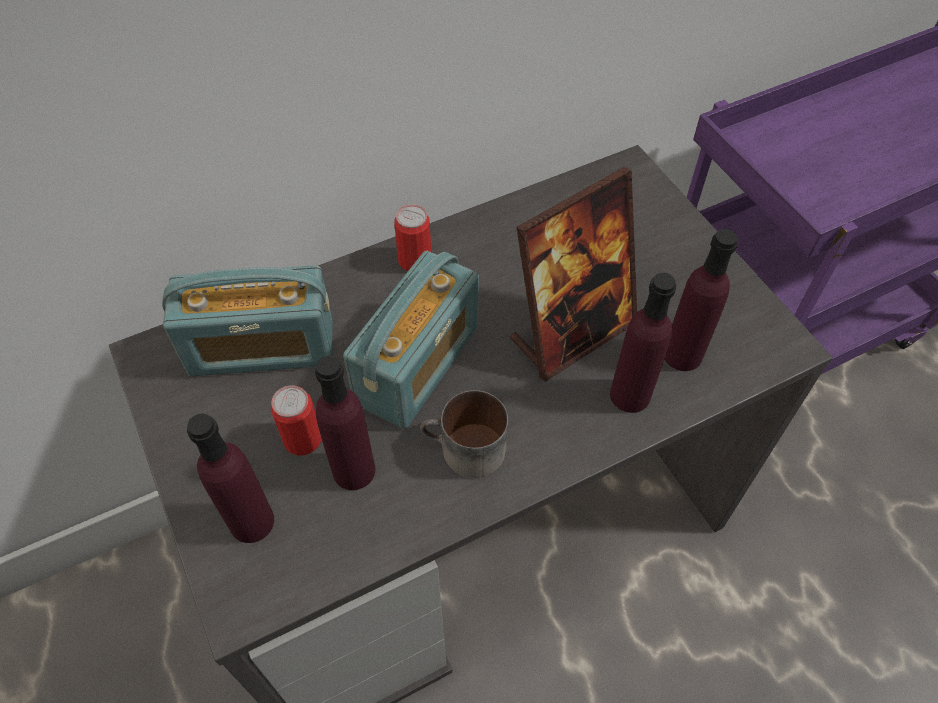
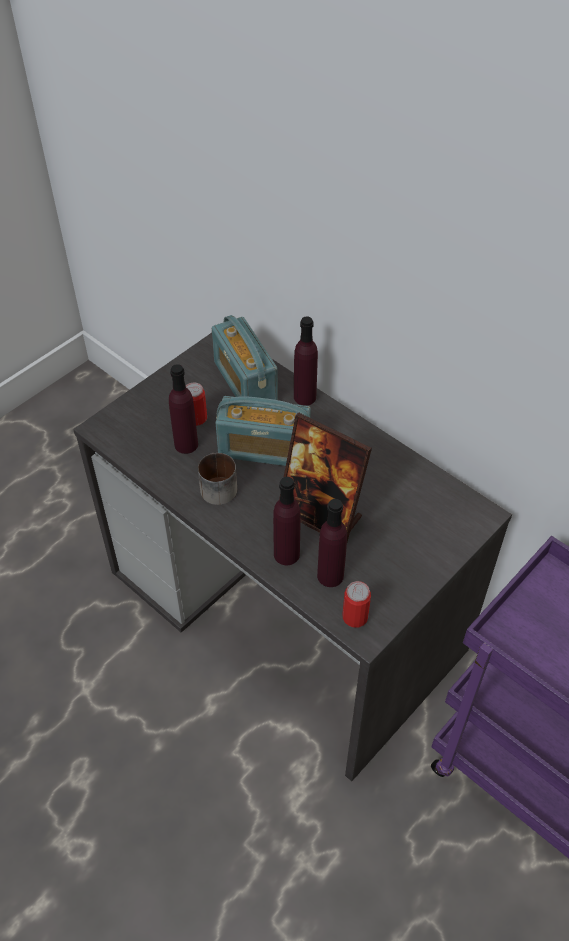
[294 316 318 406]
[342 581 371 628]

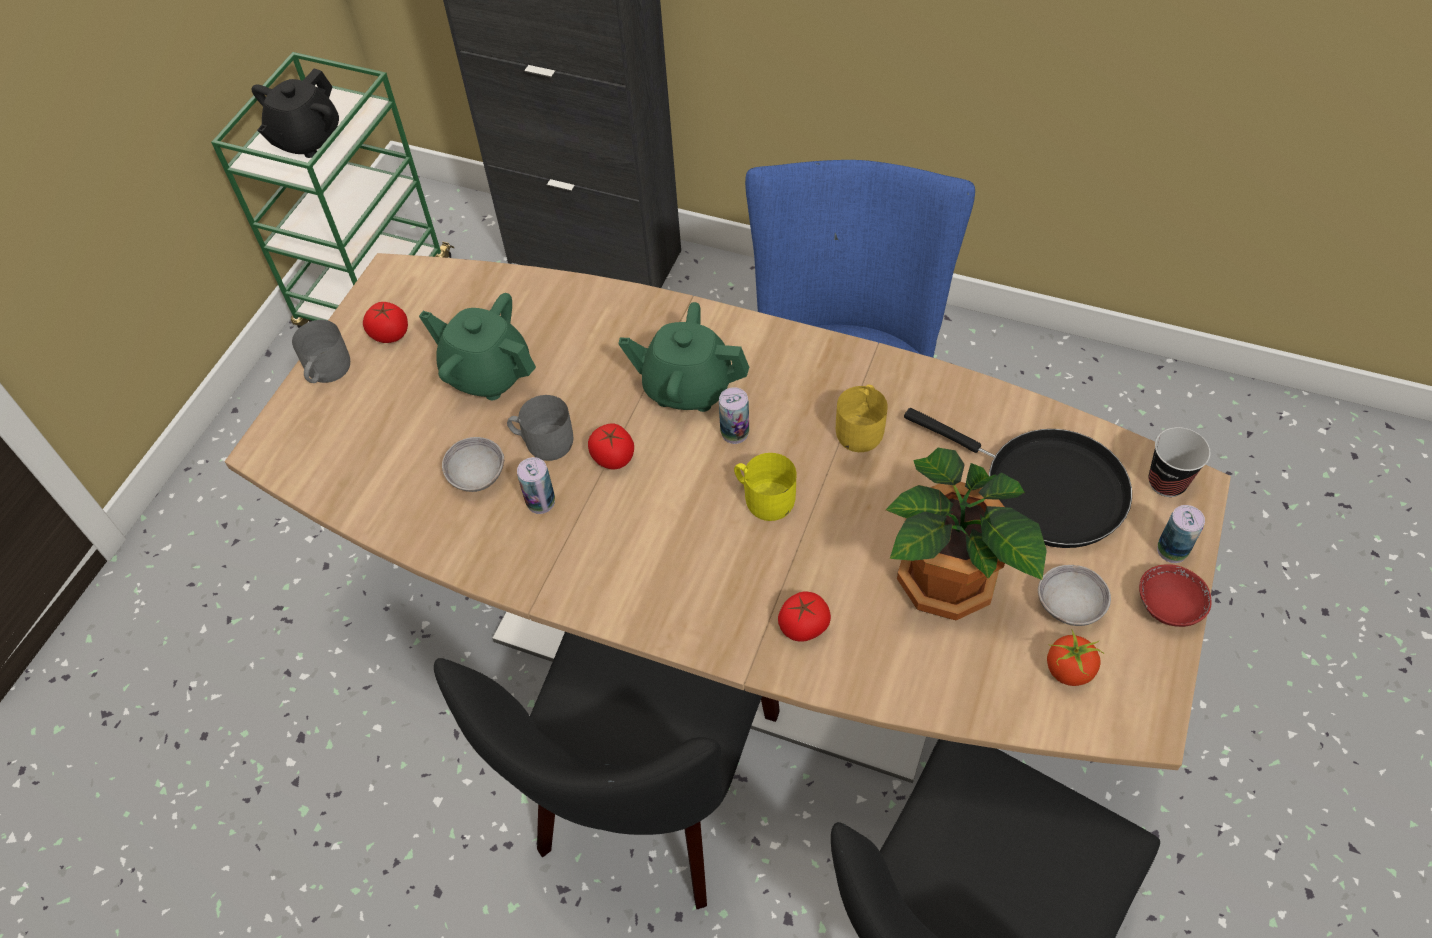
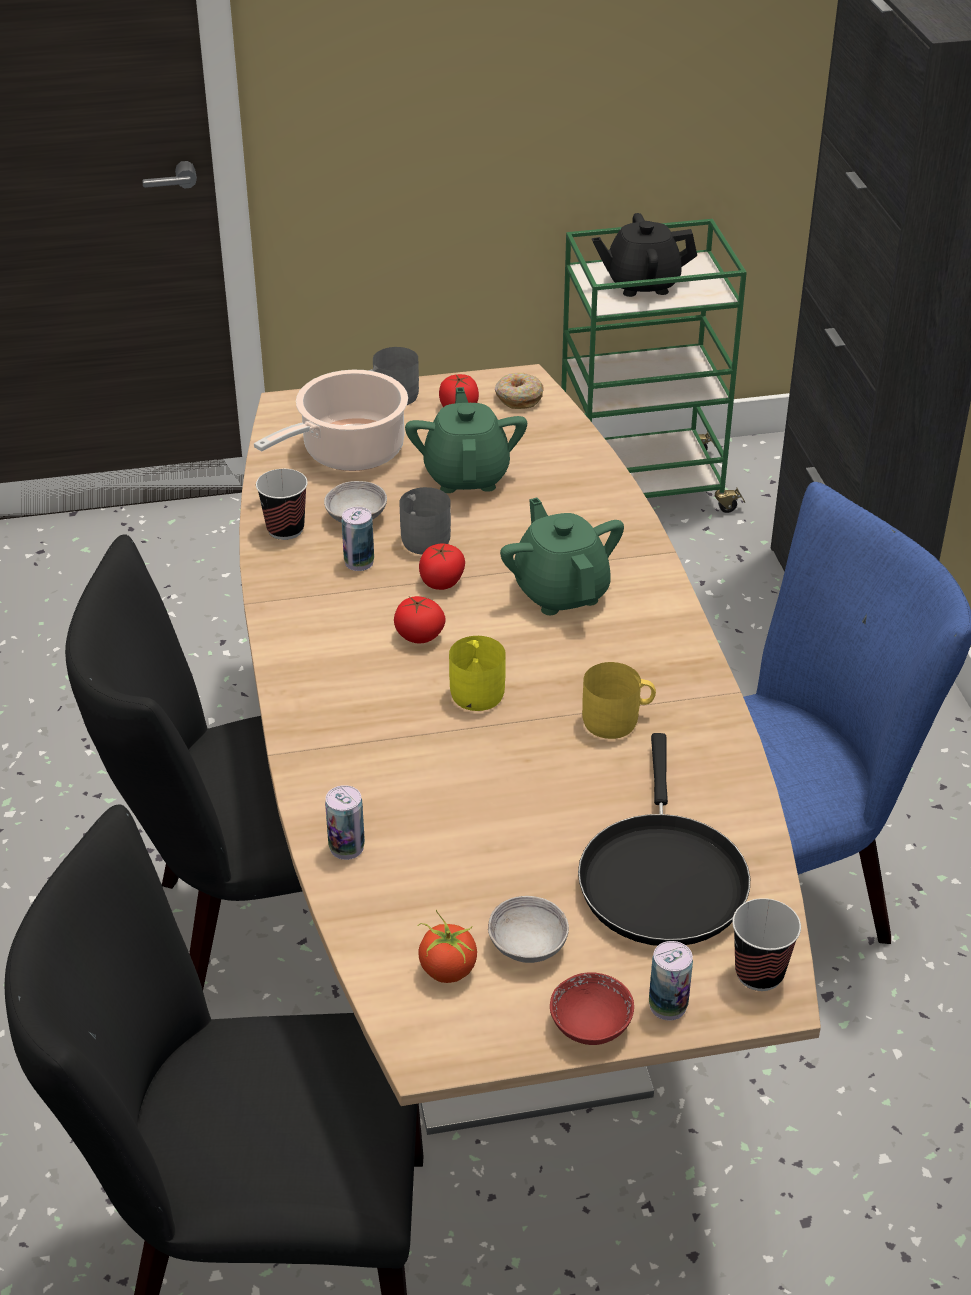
[325 785 365 860]
[394 596 446 643]
[886 448 1047 620] (first image)
[254 370 408 471]
[256 469 308 540]
[495 373 544 409]

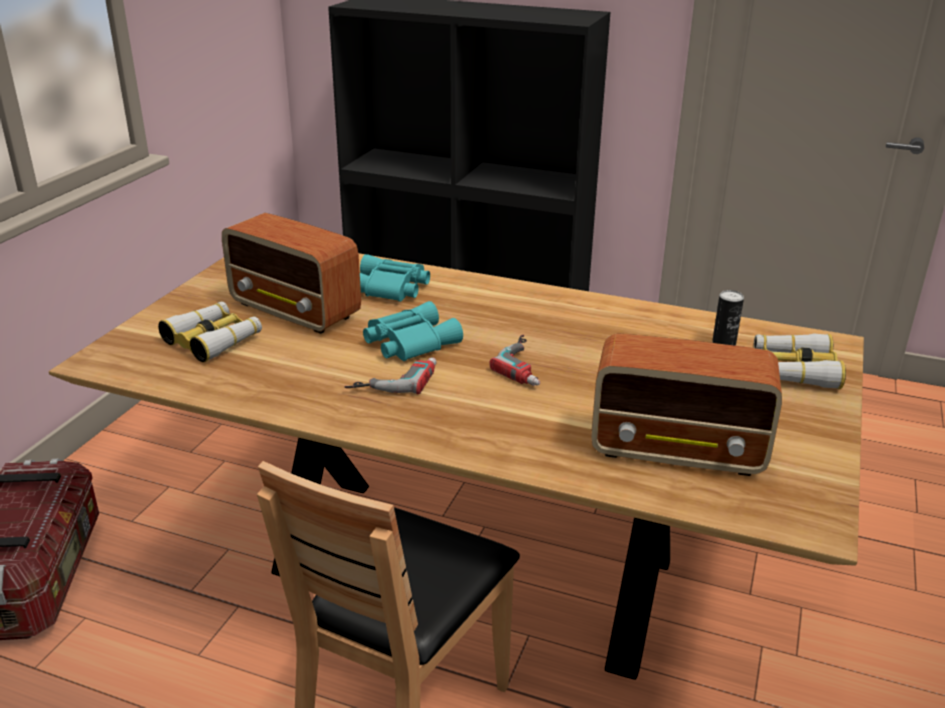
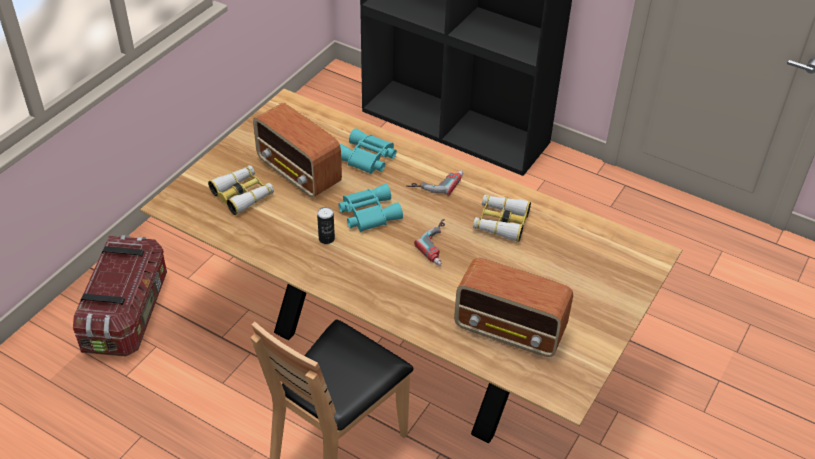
[406 170 463 196]
[317 207 335 244]
[473 194 531 242]

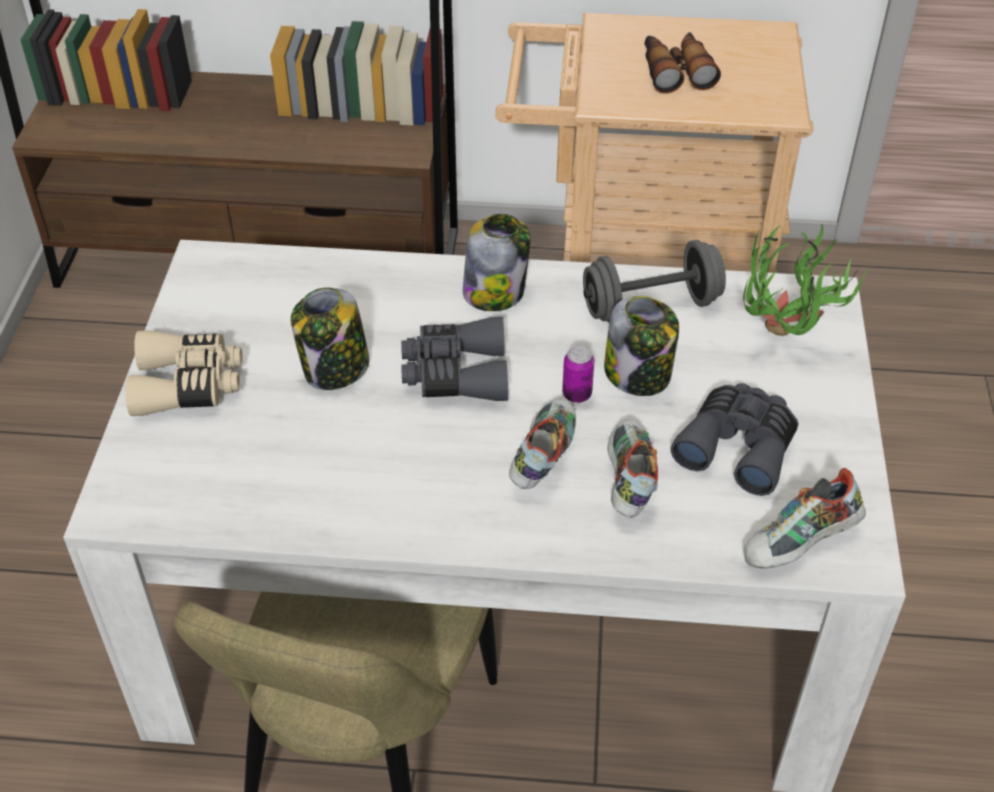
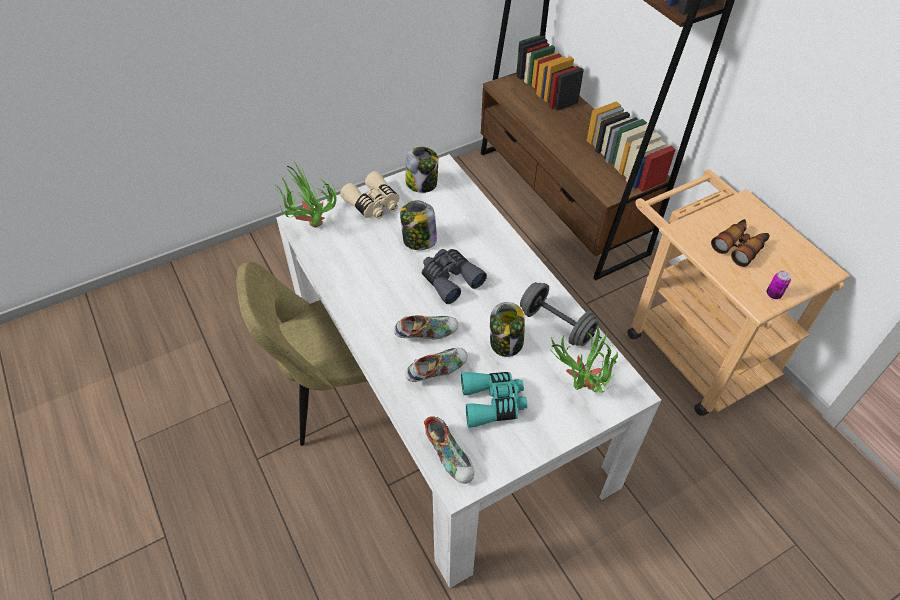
[406 146 438 193]
[767 271 791 299]
[461 372 527 428]
[424 416 474 484]
[274 163 337 228]

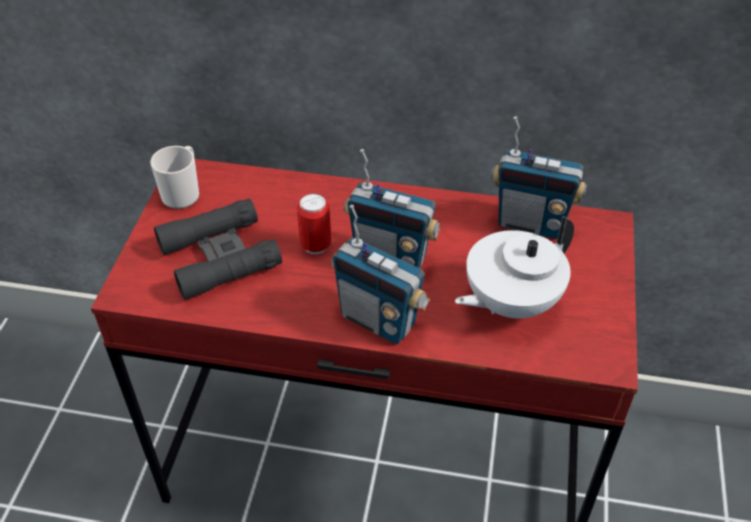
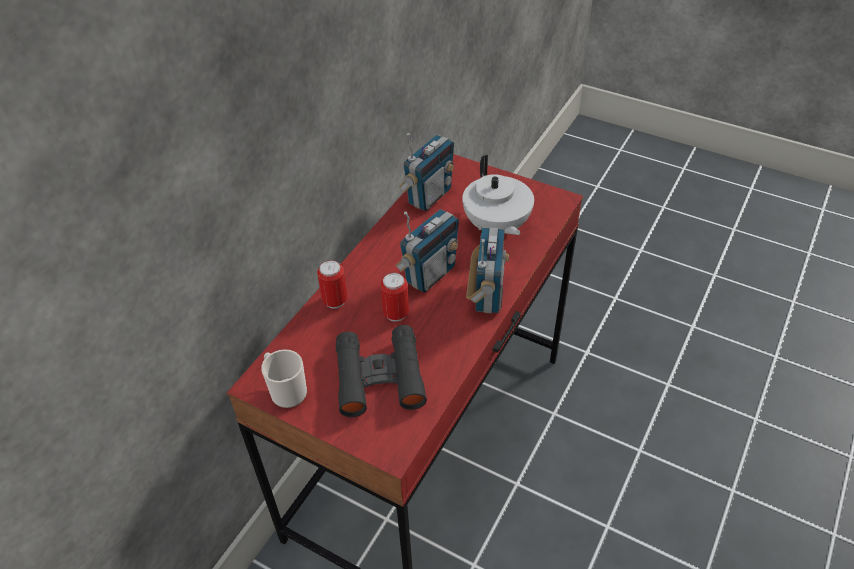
[466 227 509 313]
[317 260 347 309]

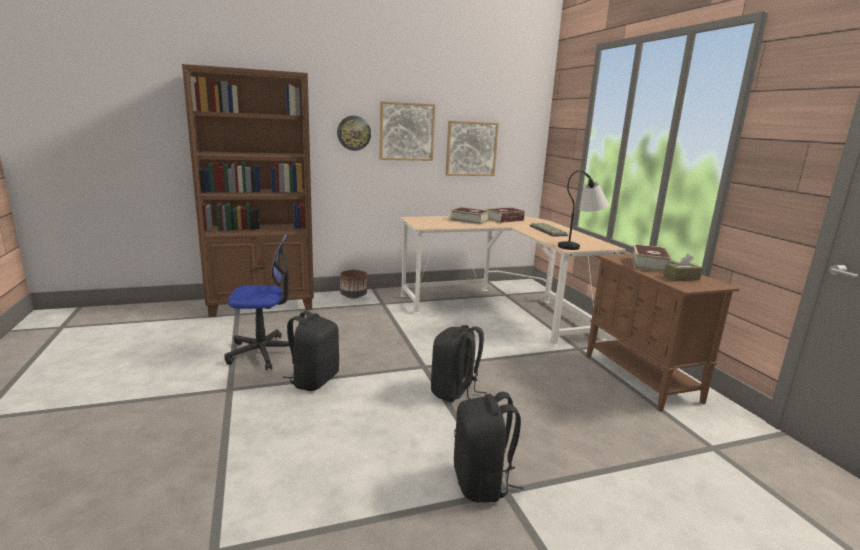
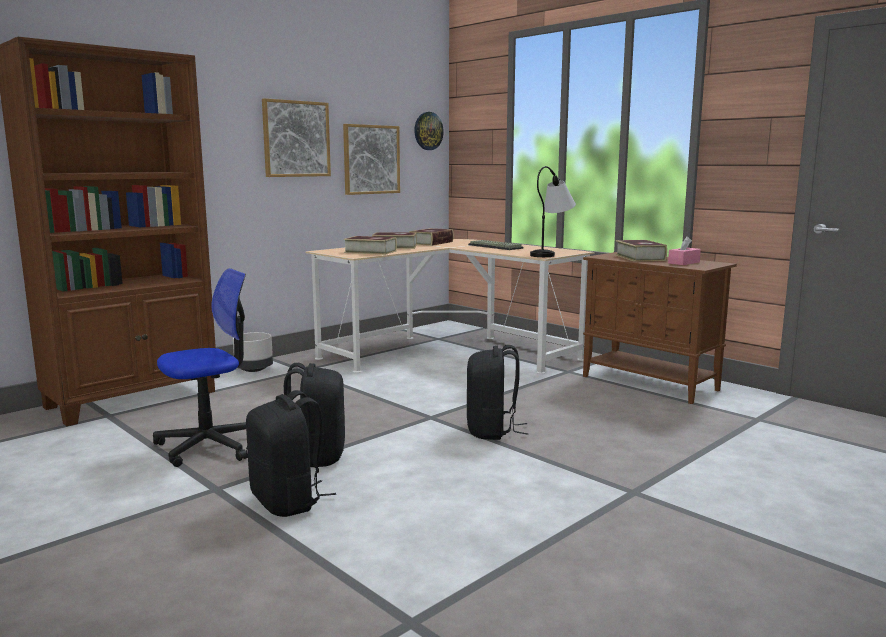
[414 112 444 150]
[233 332 273 372]
[246 390 336 517]
[668 236 701 265]
[344 236 397 255]

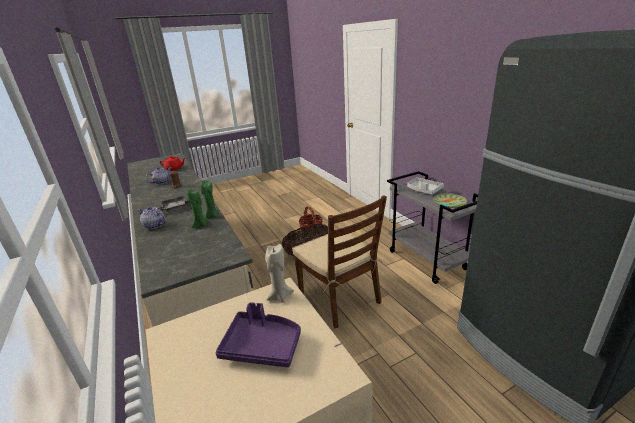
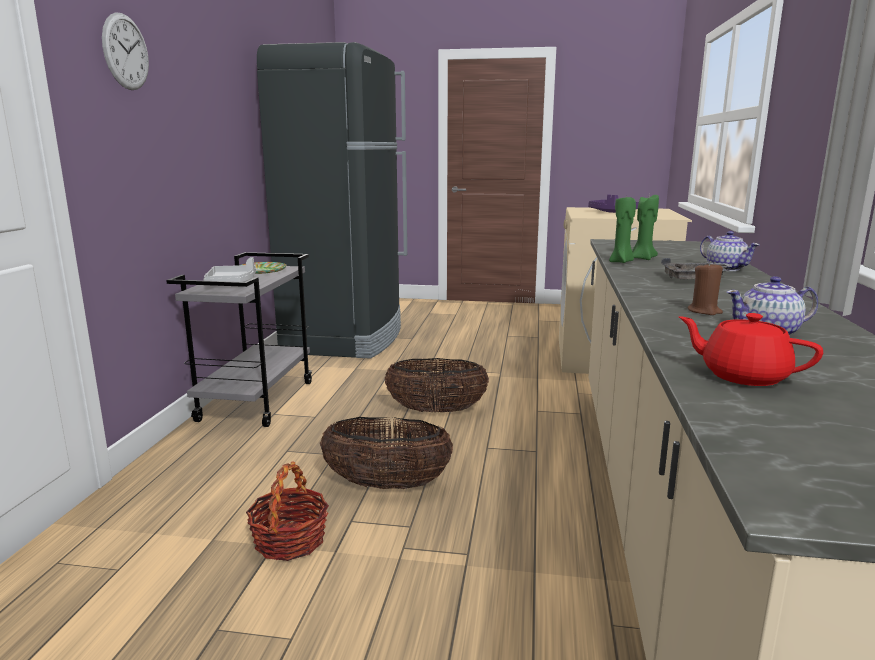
[265 244 294 303] (first image)
[385 358 489 413]
[102 12 149 90]

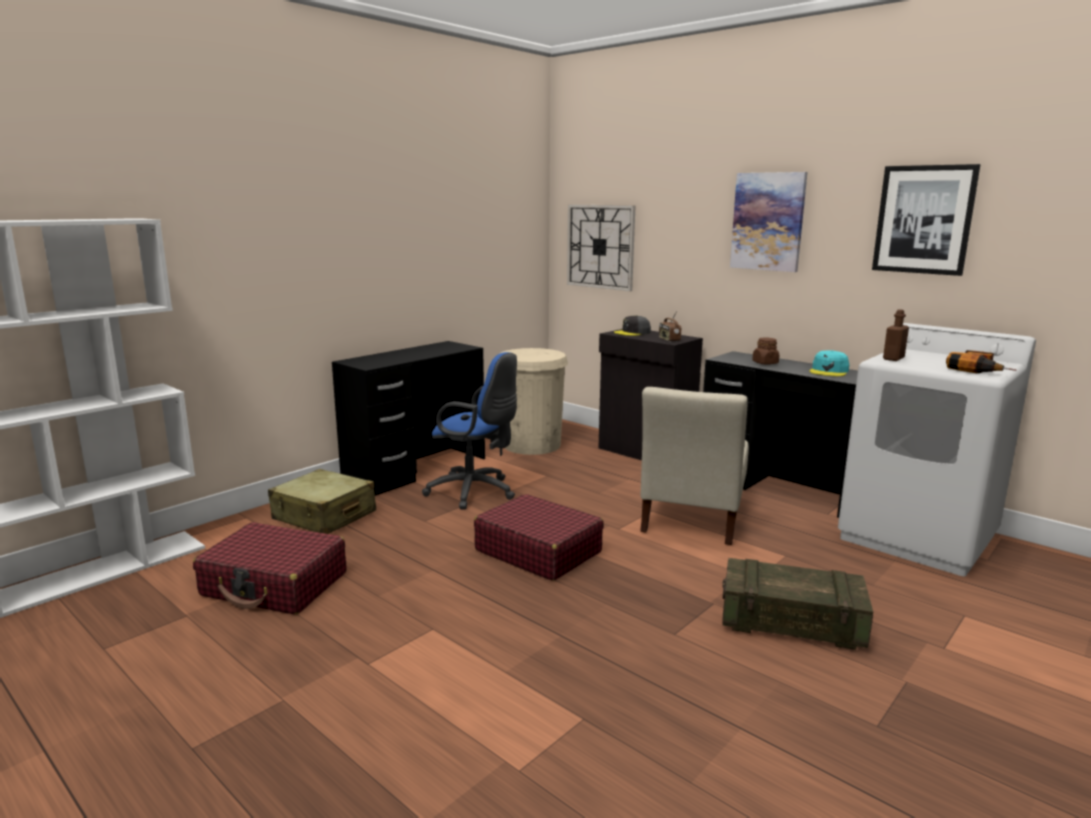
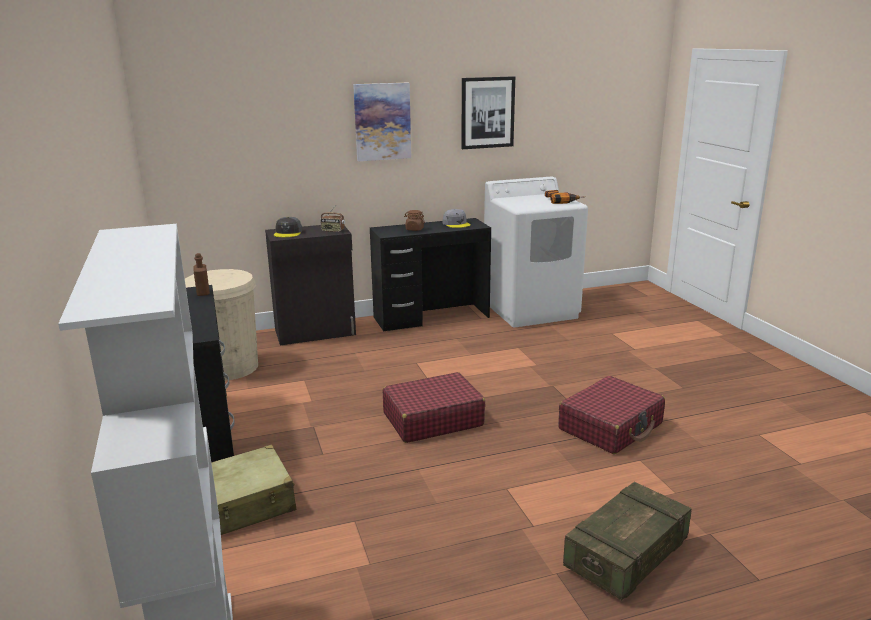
[558 376 665 454]
[422 352 517 510] (first image)
[567 205 636 291] (first image)
[640 387 749 545] (first image)
[563 482 692 600]
[443 209 471 228]
[193 253 210 296]

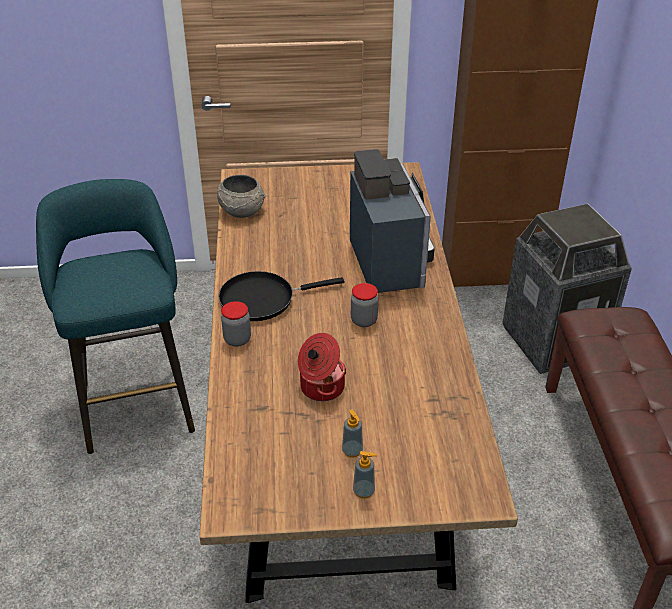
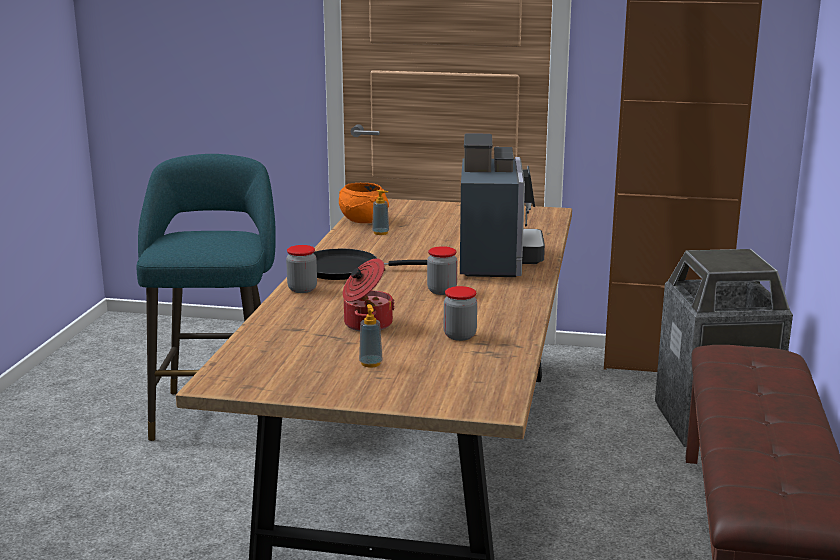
[339 183 389 223]
[372 190 389 235]
[444 286 477 341]

